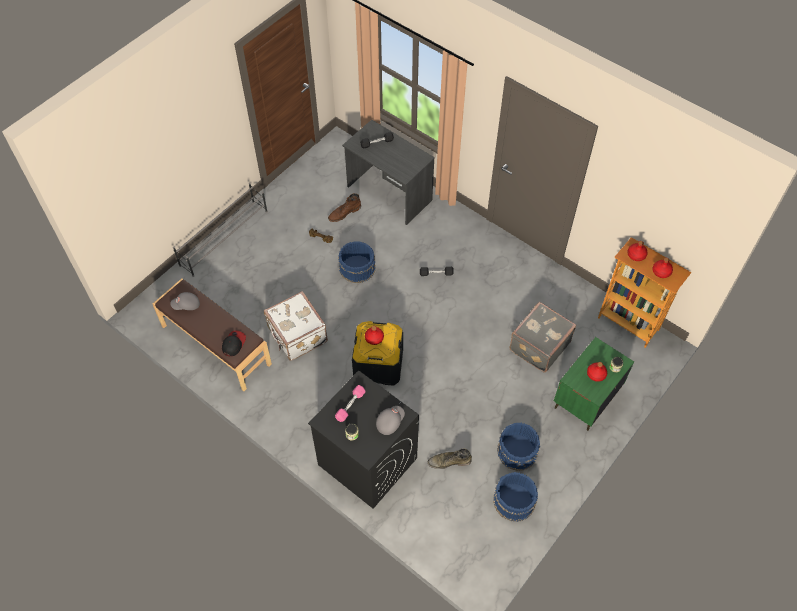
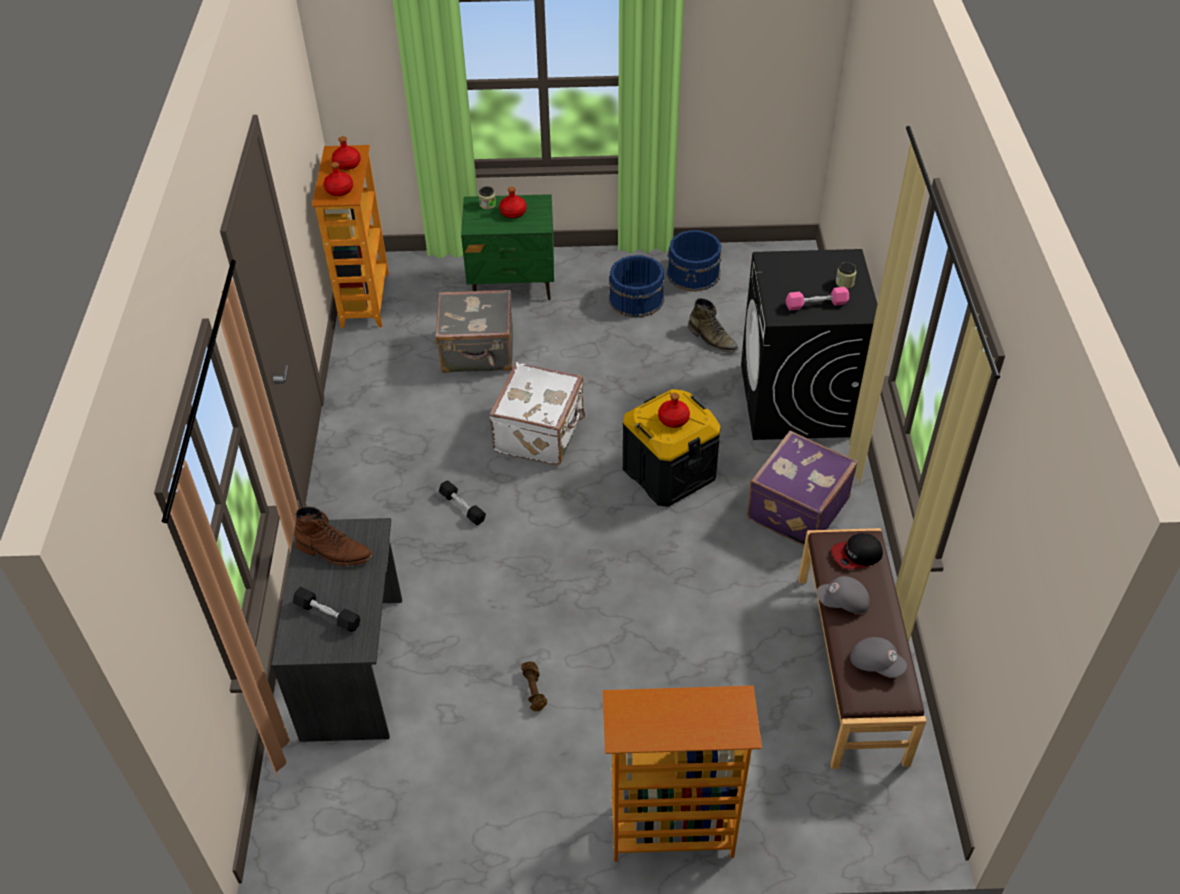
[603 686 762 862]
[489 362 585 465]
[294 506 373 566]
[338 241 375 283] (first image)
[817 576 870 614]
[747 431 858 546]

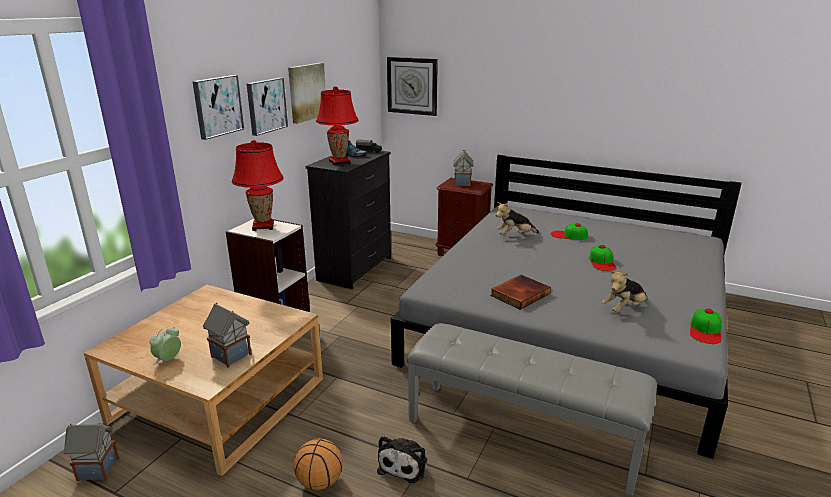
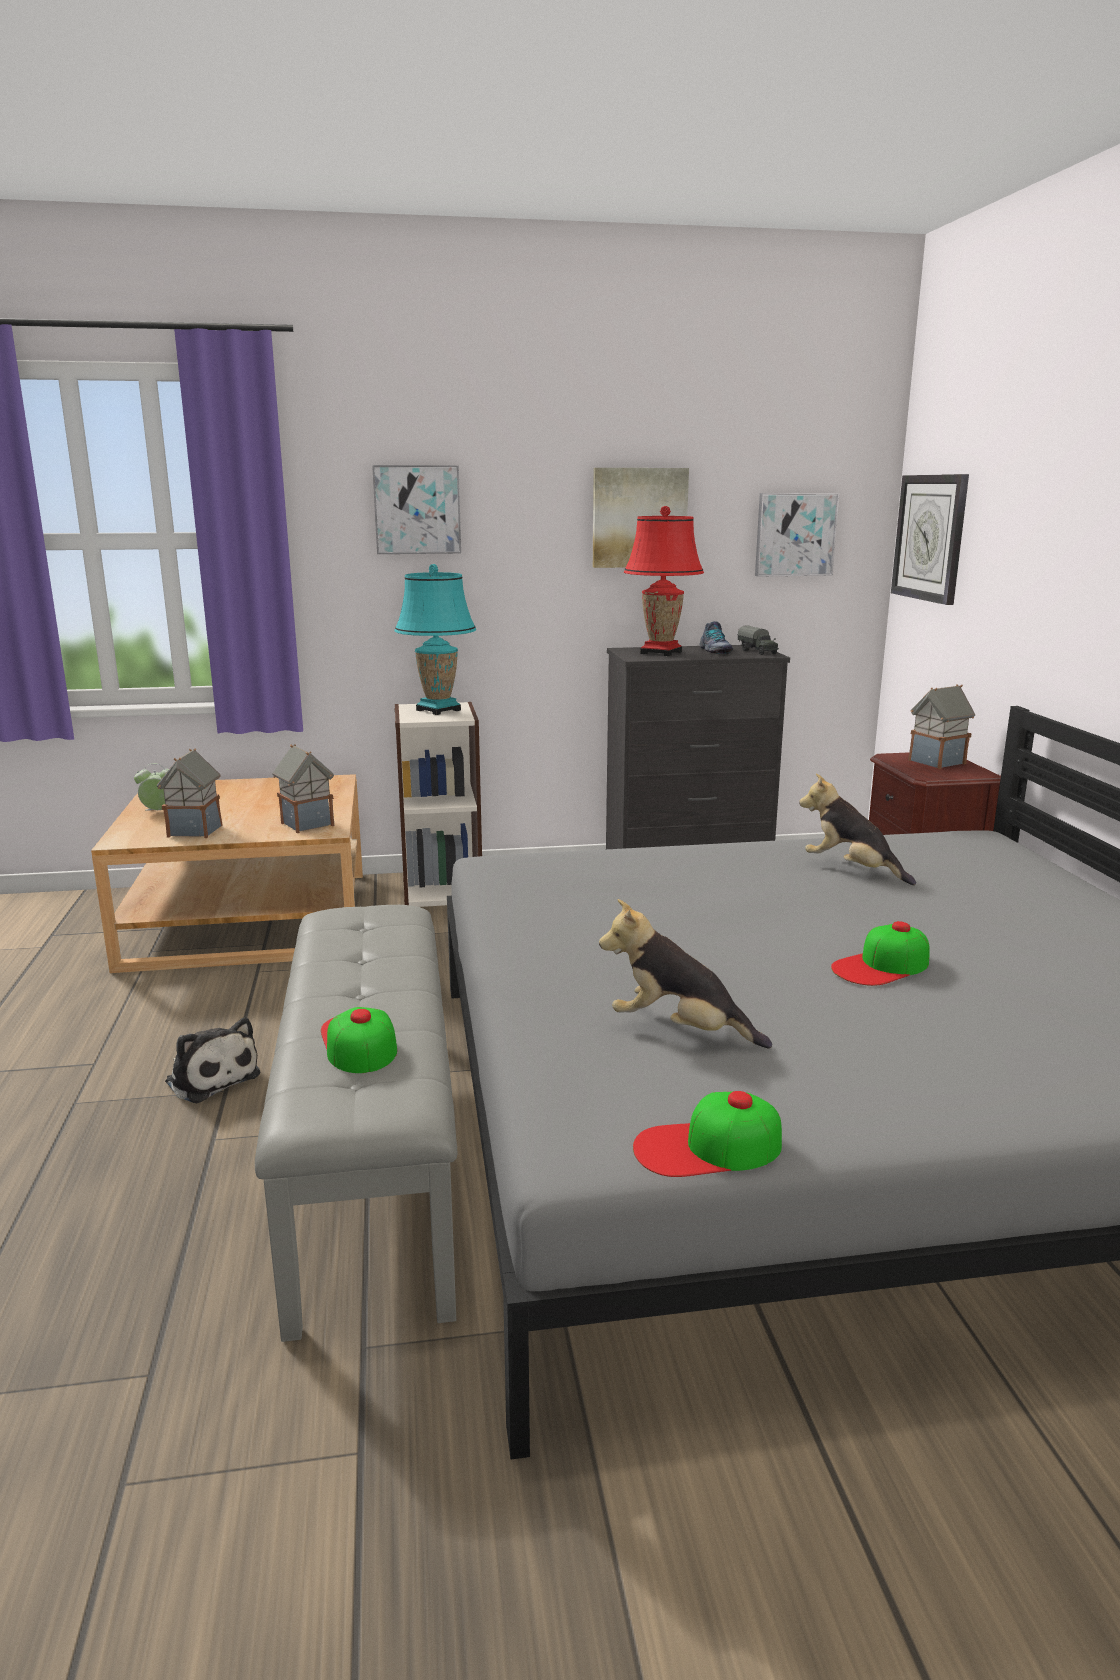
[272 744 334 833]
[394 564 476 715]
[755 493 839 577]
[294 438 343 490] (first image)
[165 1017 260 1103]
[490 275 551 310] (first image)
[321 1007 397 1073]

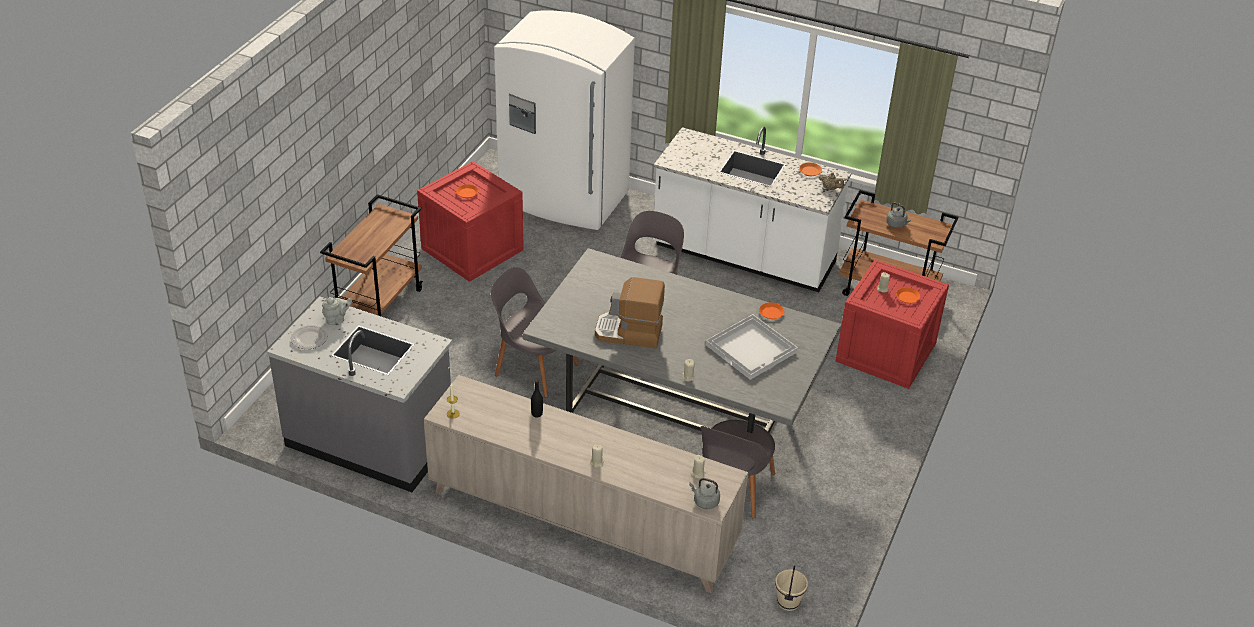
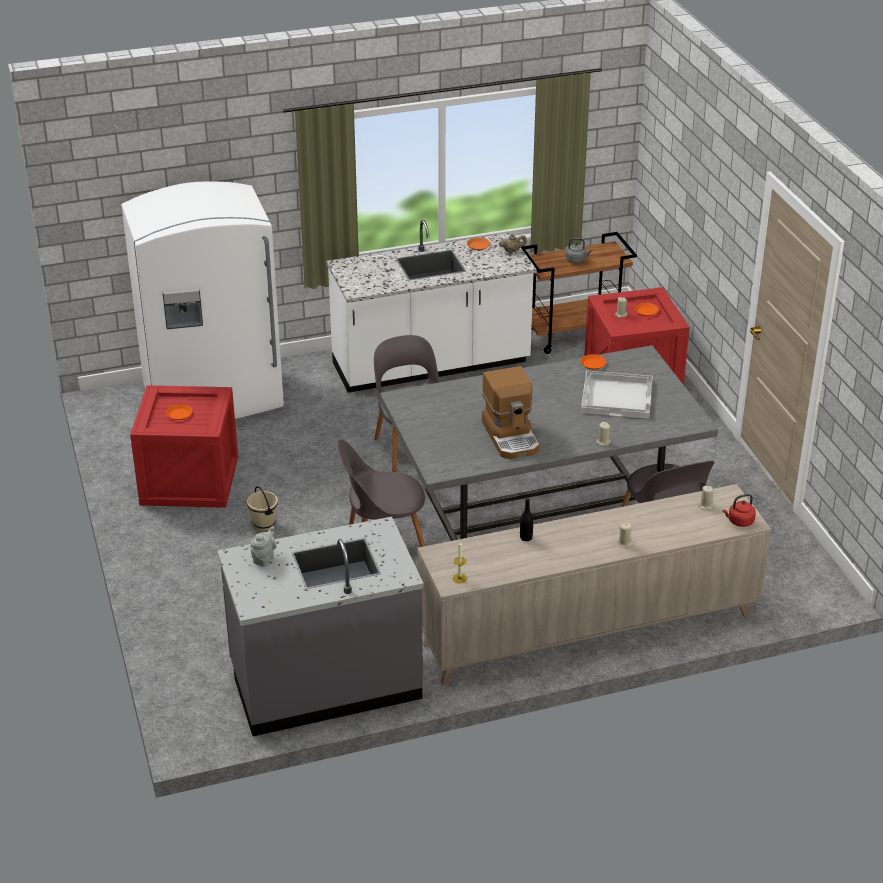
[291 325 328 349] (first image)
[320 194 423 316] (first image)
[482 366 540 459]
[723 494 756 527]
[247 487 278 531]

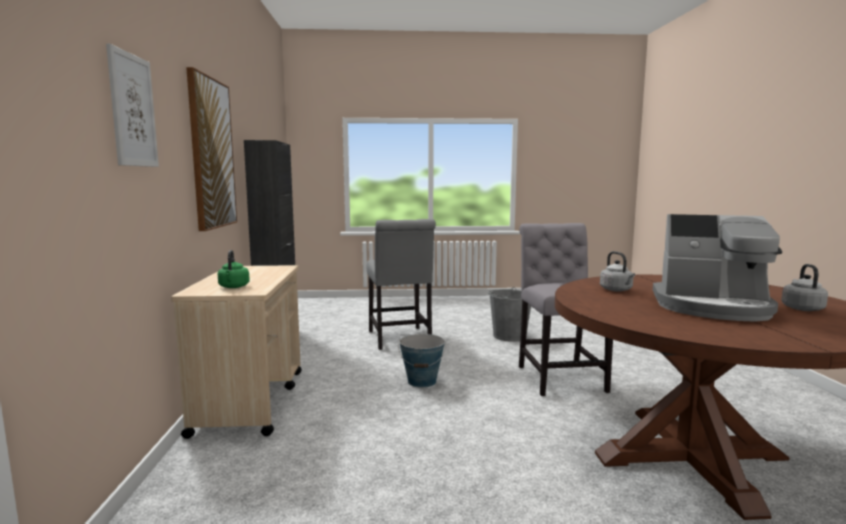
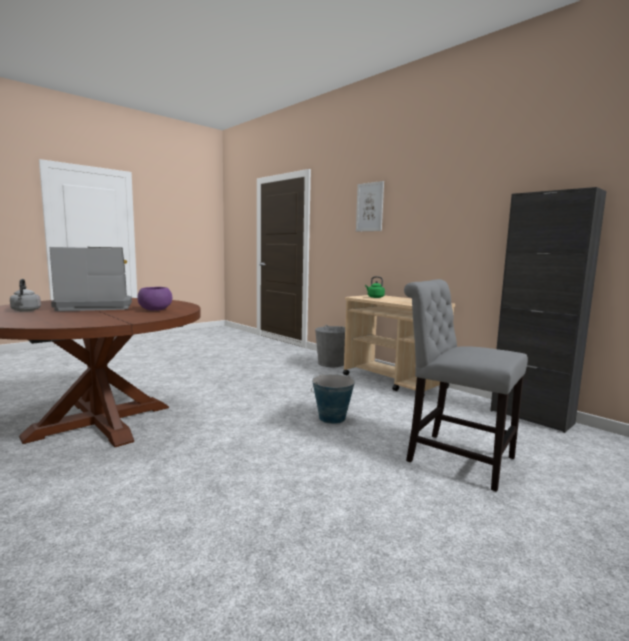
[186 67 237 232] (first image)
[315 325 345 367]
[519 223 613 396] (first image)
[137 287 172 311]

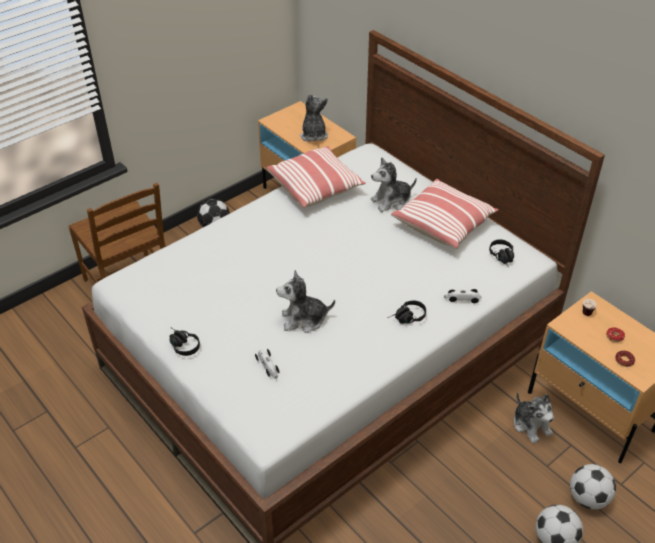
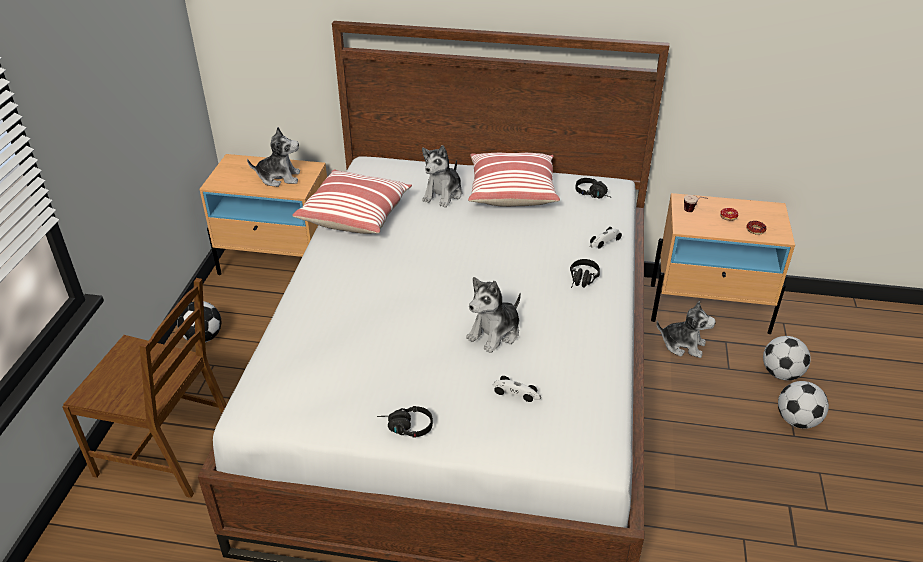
[247 127 300 187]

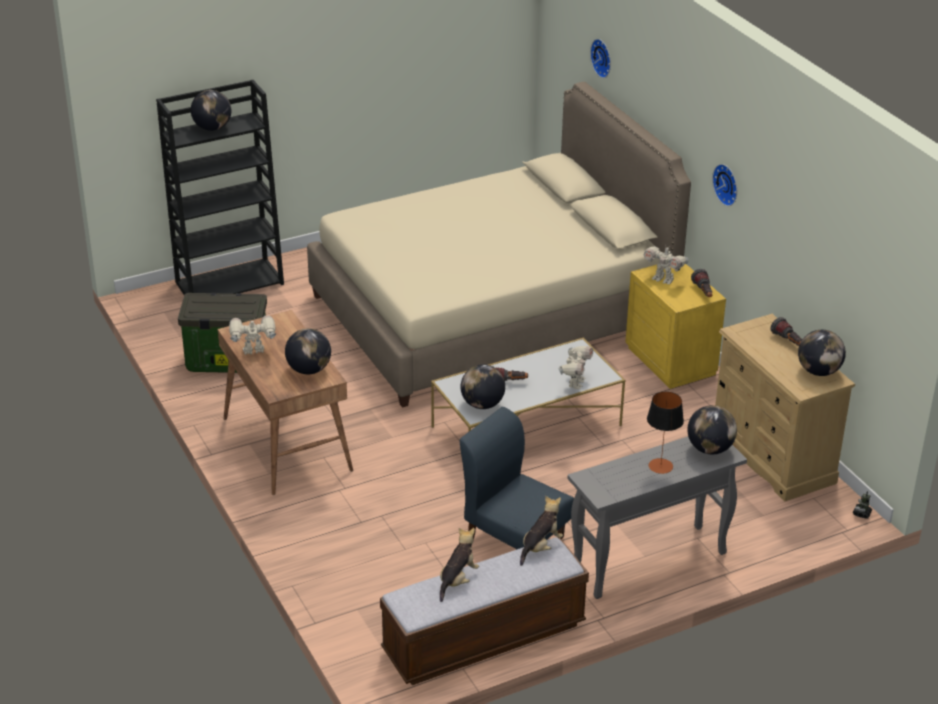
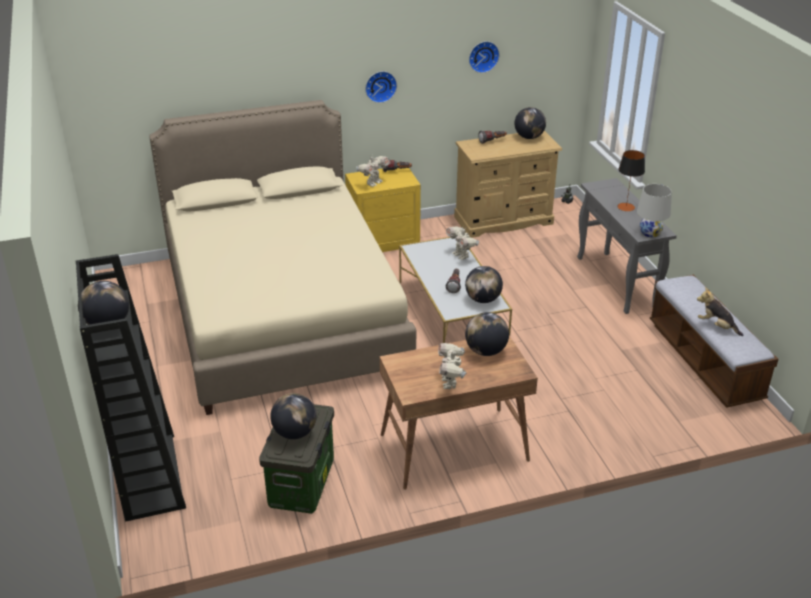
[460 407 574 549] (first image)
[520 496 563 566] (first image)
[446 226 479 260]
[469 41 500 73]
[270 393 316 439]
[637 184 672 237]

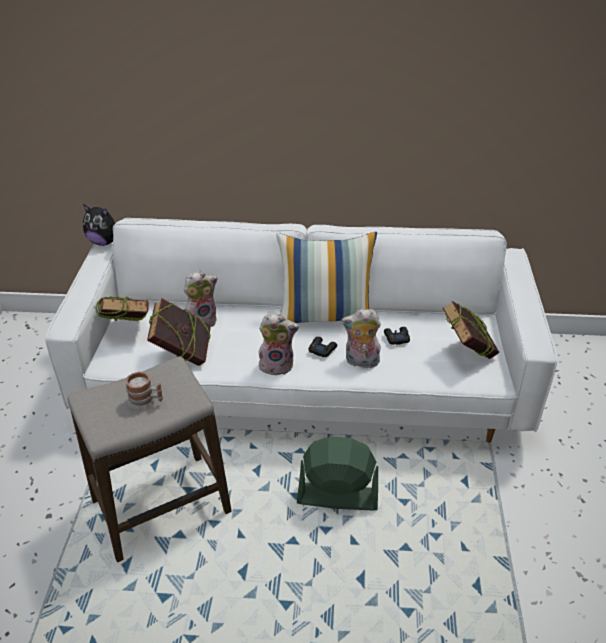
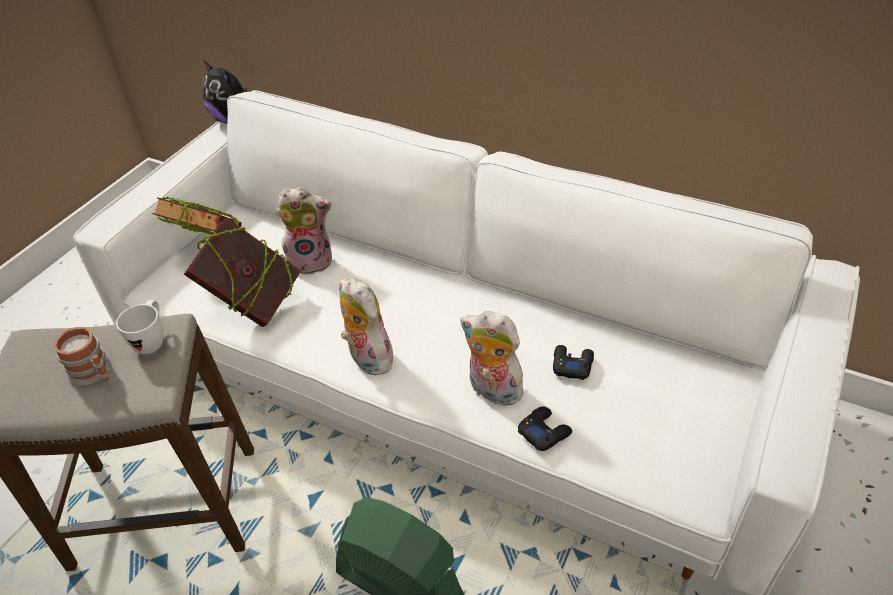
[339 278 393 376]
[276 232 377 323] (first image)
[518 407 572 451]
[443 301 499 359] (first image)
[116 300 163 354]

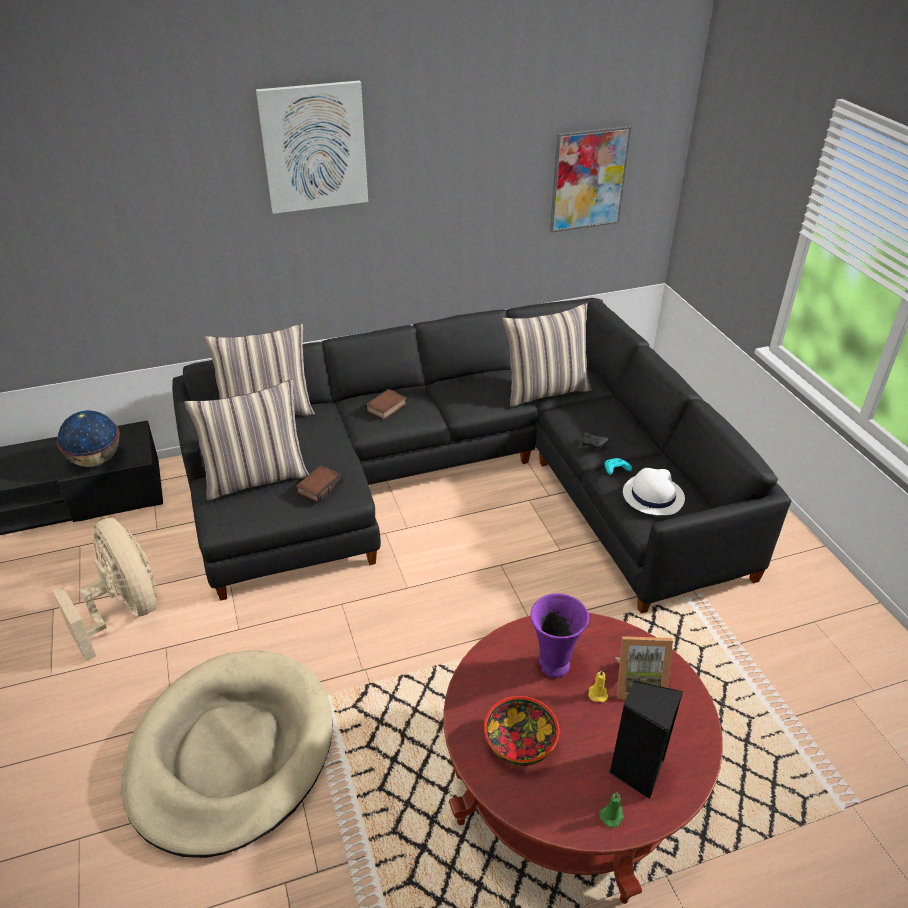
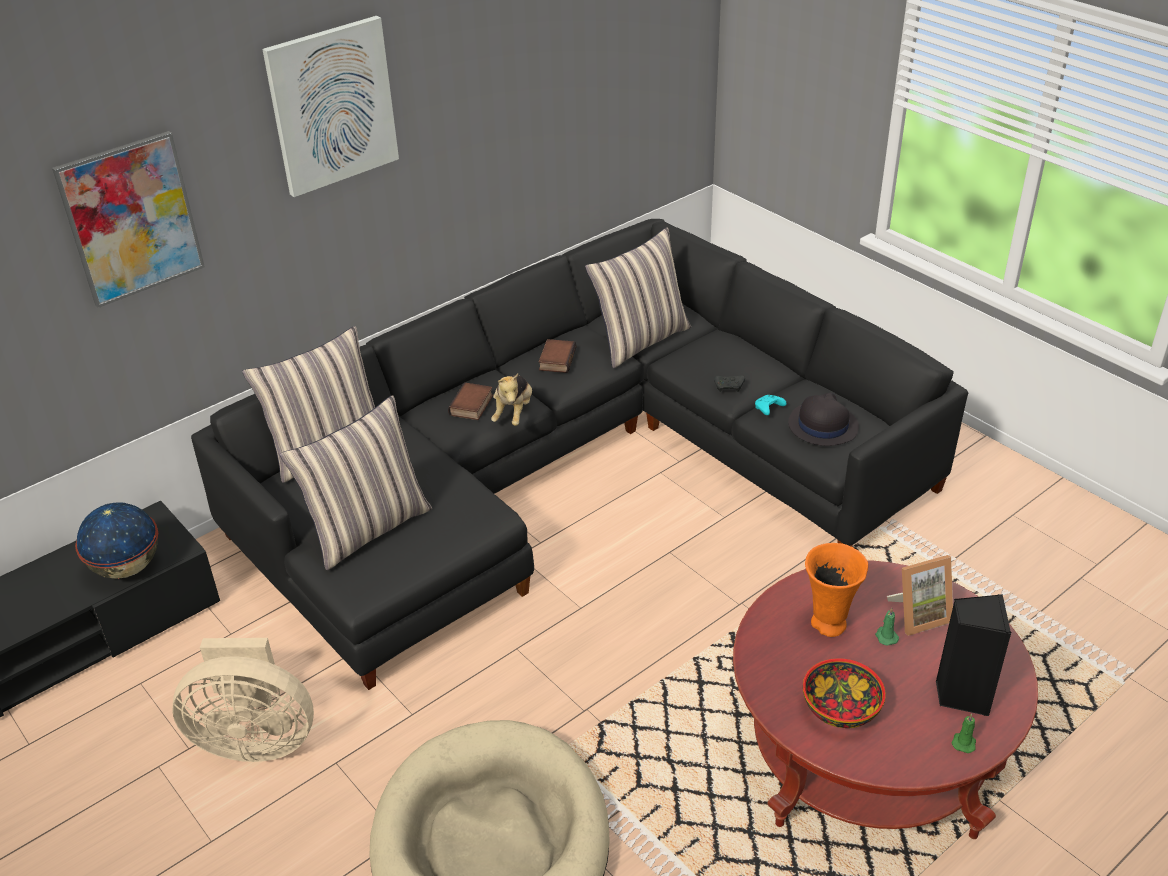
[173 638 314 762]
[538 339 576 373]
[805 543 868 637]
[52 131 205 308]
[875 608 899 646]
[788 393 859 446]
[491 373 532 426]

